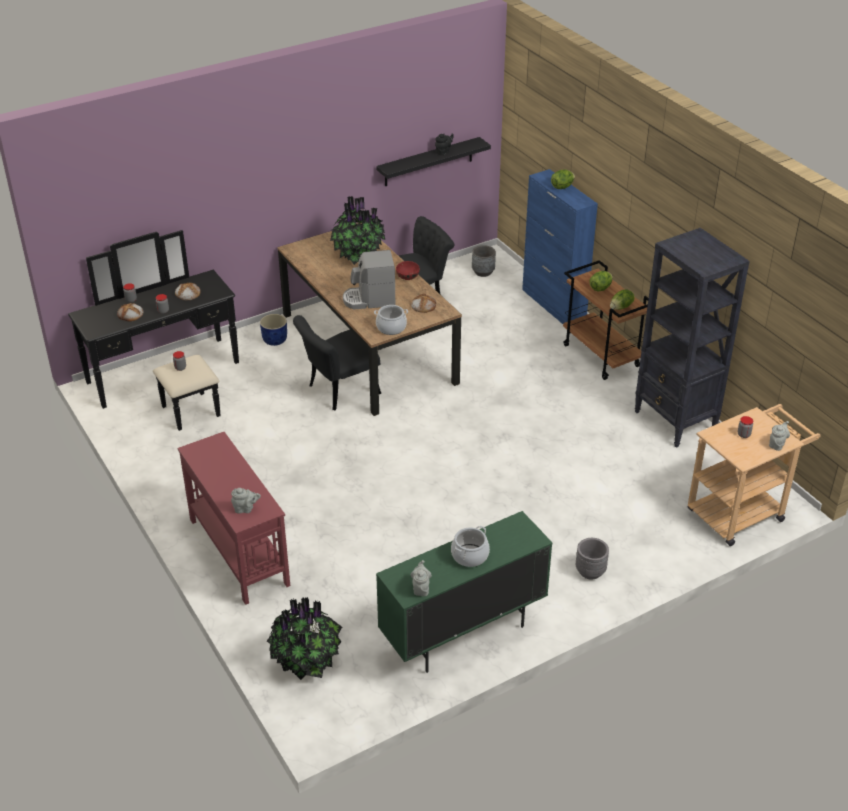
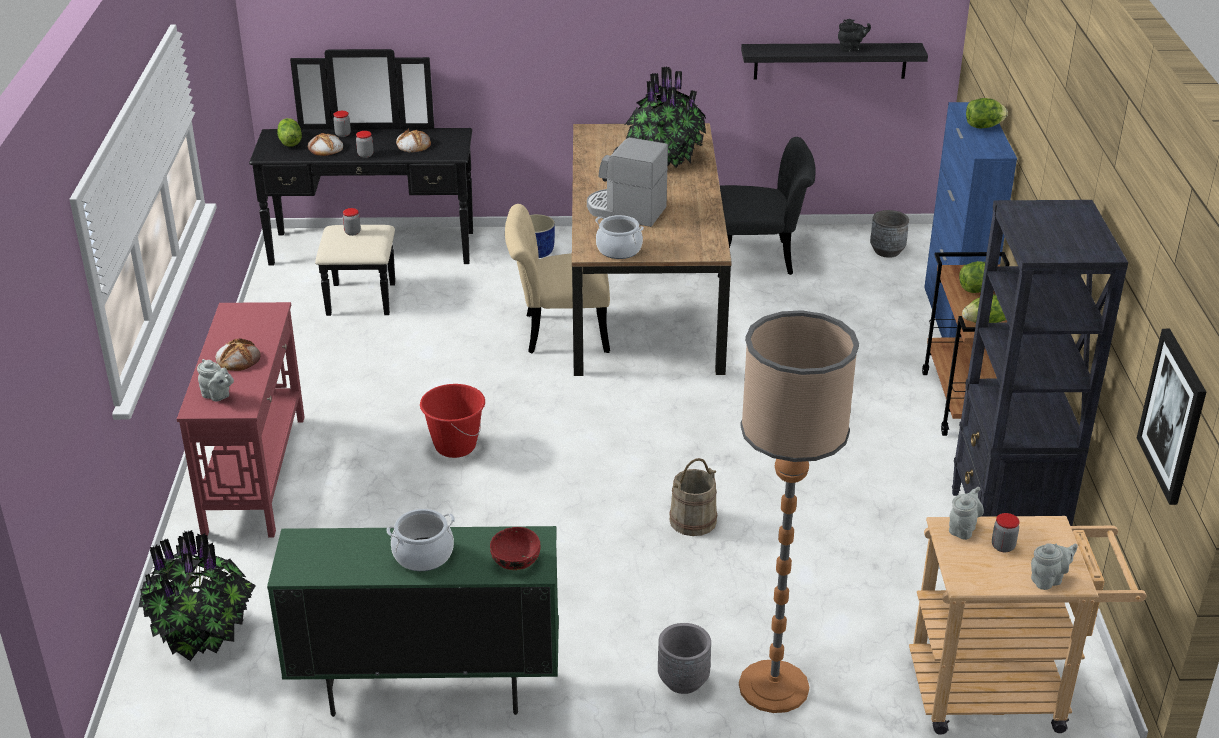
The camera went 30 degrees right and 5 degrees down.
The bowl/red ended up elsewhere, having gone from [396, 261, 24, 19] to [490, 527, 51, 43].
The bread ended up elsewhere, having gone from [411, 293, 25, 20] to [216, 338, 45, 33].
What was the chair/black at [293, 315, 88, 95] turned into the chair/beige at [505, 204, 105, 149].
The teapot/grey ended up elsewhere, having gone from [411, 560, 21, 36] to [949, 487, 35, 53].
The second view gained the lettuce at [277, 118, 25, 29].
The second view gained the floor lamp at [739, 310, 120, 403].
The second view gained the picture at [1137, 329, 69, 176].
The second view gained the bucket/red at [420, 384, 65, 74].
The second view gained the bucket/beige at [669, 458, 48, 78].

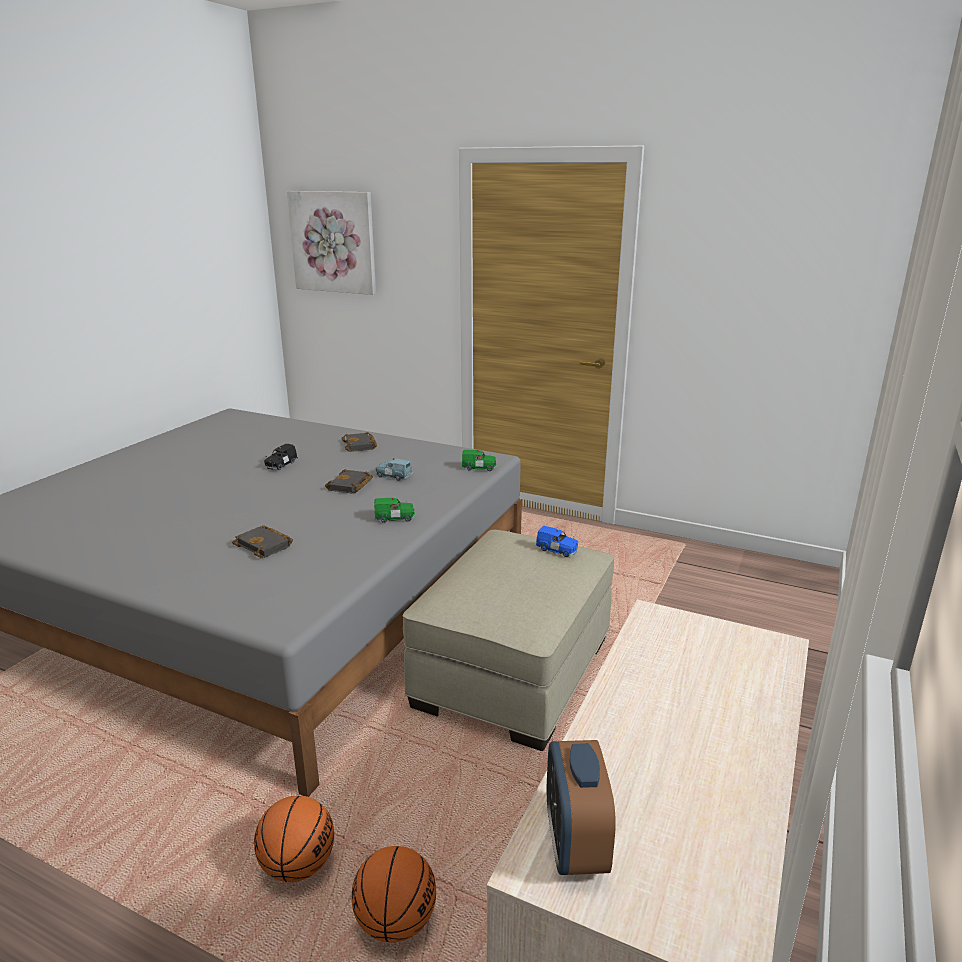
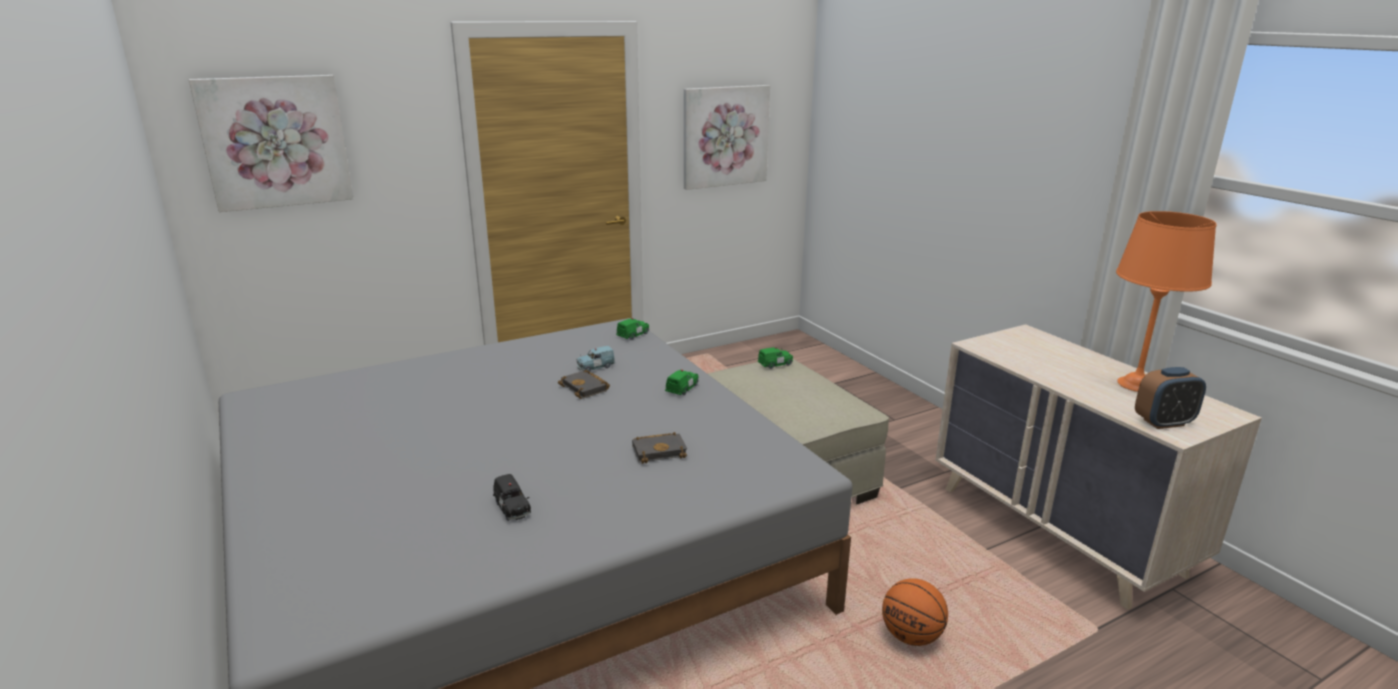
The camera went 55 degrees left and 0 degrees up.
The second view lost the book/black at [341, 432, 36, 20].
The toy car/black ended up elsewhere, having gone from [264, 444, 34, 26] to [493, 474, 38, 47].
What was the toy car/blue at [536, 526, 42, 31] turned into the toy car/green at [758, 347, 35, 22].
The alarm clock at [547, 740, 69, 135] ended up facing another way, 45 degrees counterclockwise from before.
The second view lost the basketball at [351, 846, 85, 96].
The second view gained the picture at [684, 85, 86, 105].
The second view gained the table lamp/orange at [1116, 211, 100, 181].

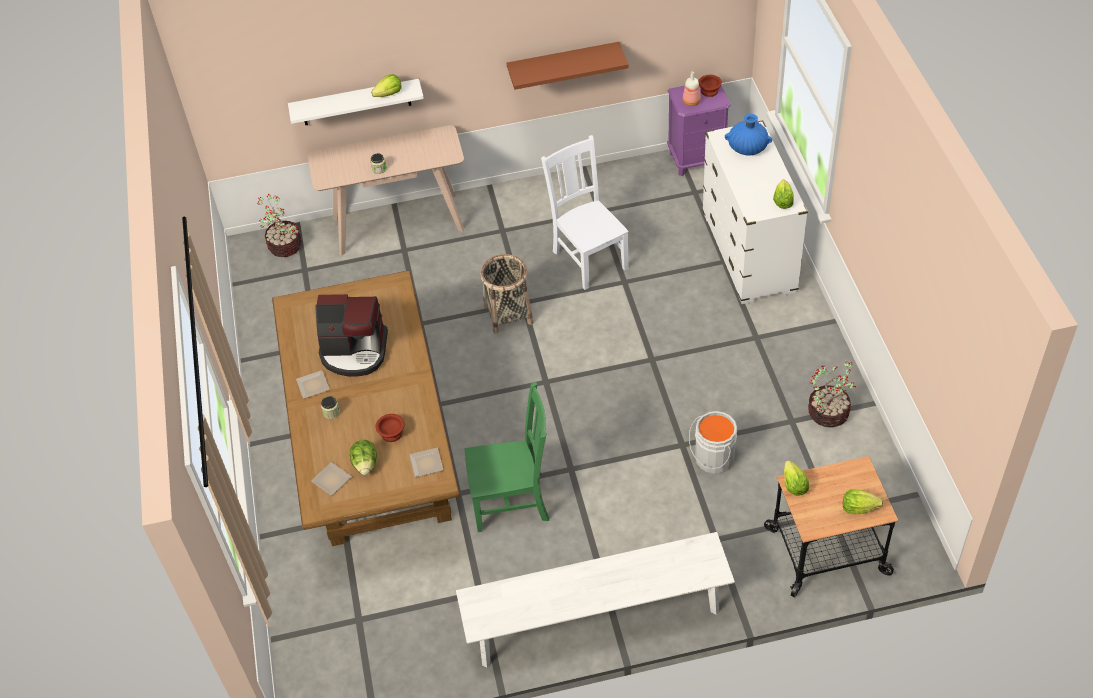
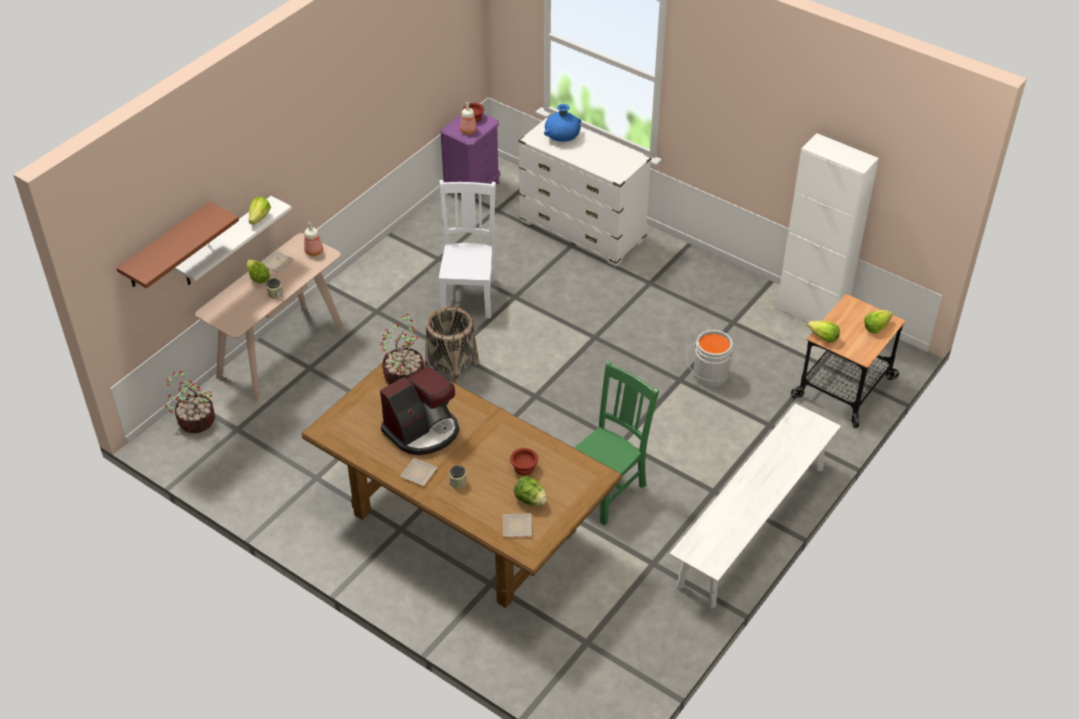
The camera went 45 degrees left and 5 degrees down.
The shelf/brown ended up elsewhere, having gone from [507, 42, 121, 48] to [117, 202, 122, 87].
The chair/white at [541, 135, 88, 155] ended up facing another way, 75 degrees clockwise from before.
The lettuce ended up elsewhere, having gone from [773, 180, 21, 29] to [247, 260, 23, 24].
The potted plant ended up elsewhere, having gone from [808, 361, 48, 66] to [380, 314, 45, 70].
The plate ended up elsewhere, having gone from [409, 448, 34, 29] to [261, 250, 33, 22].
The second view gained the cabinet/white at [776, 133, 103, 189].
The second view gained the bottle at [304, 222, 19, 34].

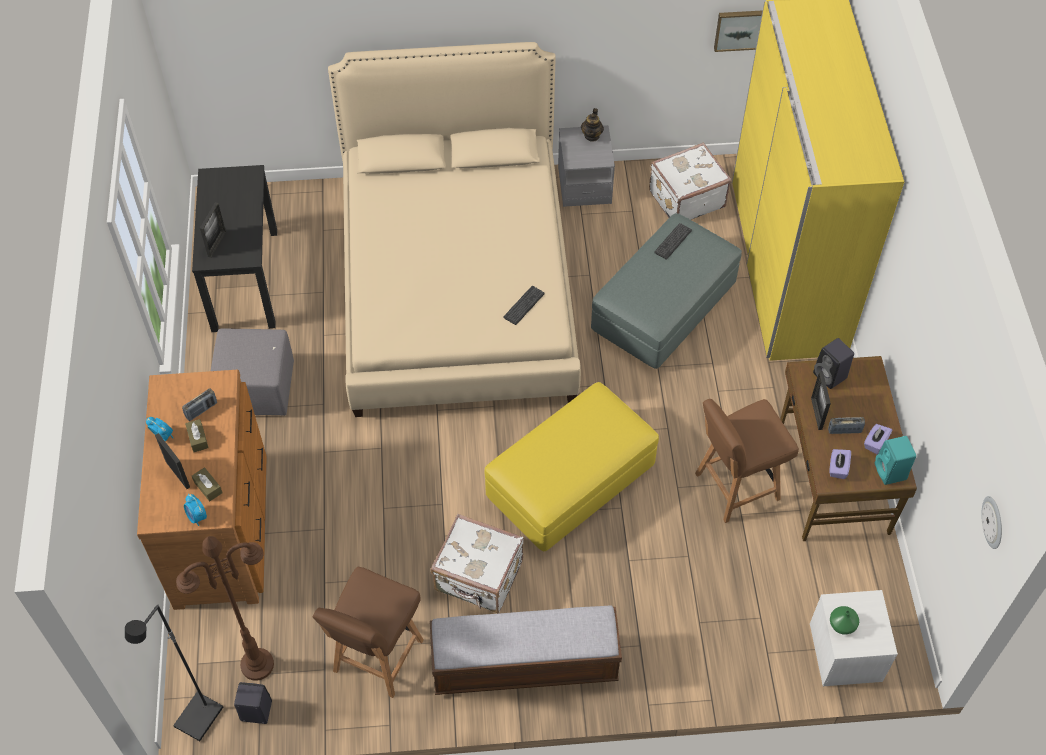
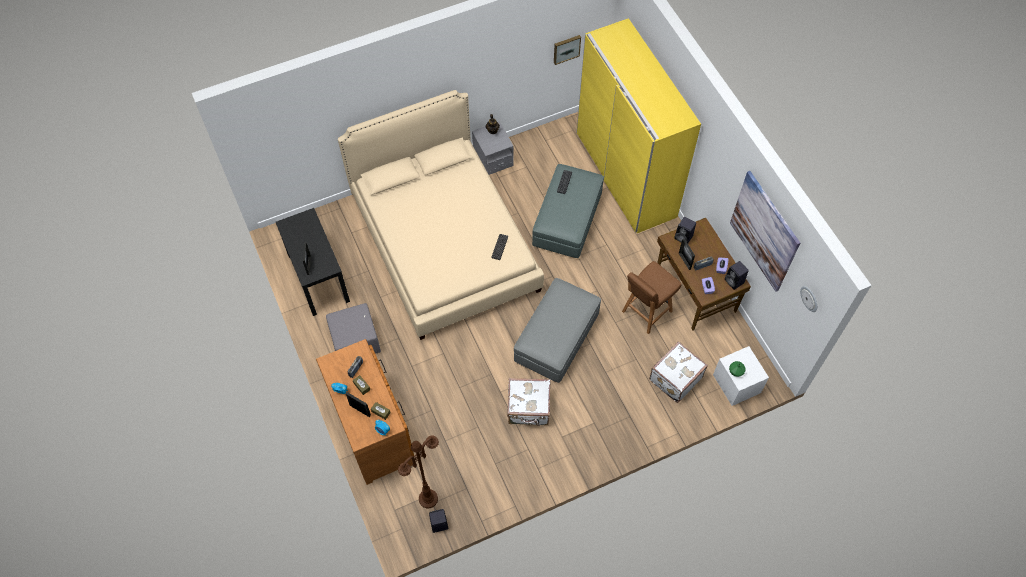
The camera went 20 degrees left and 5 degrees up.
The suitcase/white ended up elsewhere, having gone from [649, 142, 82, 78] to [649, 341, 59, 62].
What was the ottoman/yellow at [485, 382, 174, 169] turned into the ottoman/grey at [514, 278, 87, 105].
What was the speaker/turquoise at [875, 436, 41, 49] turned into the speaker/black at [725, 261, 24, 29].
The second view lost the chair/brown at [313, 567, 111, 131].
The second view lost the floor lamp/black at [125, 604, 98, 137].
The second view lost the bench at [430, 606, 192, 89].
The second view gained the picture at [730, 171, 70, 121].

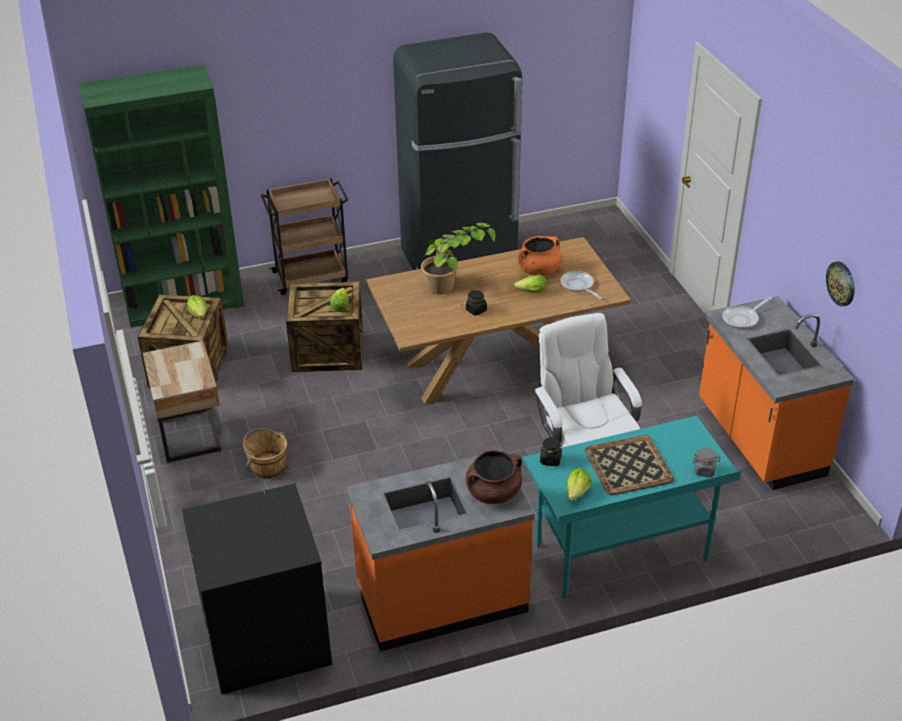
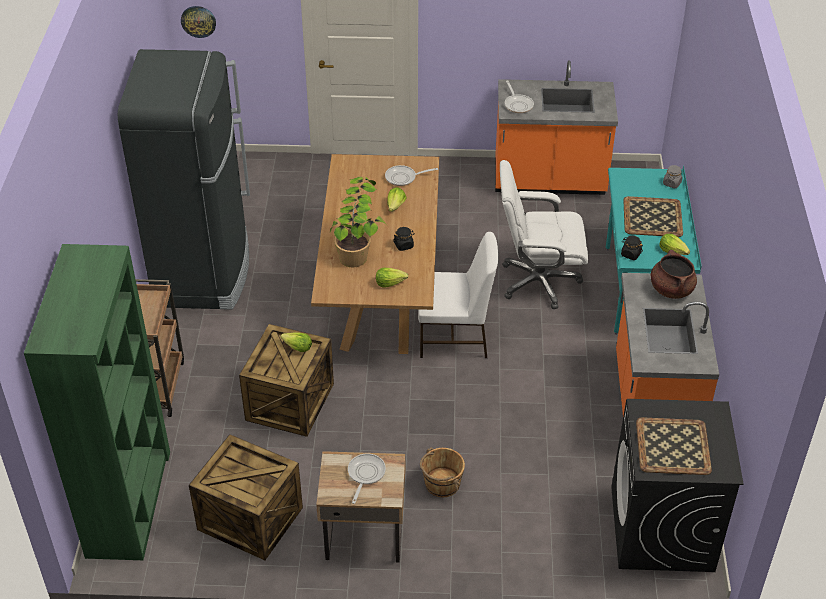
The camera went 70 degrees left and 5 degrees up.
The second view lost the cooking pot/orange at [517, 236, 45, 40].
The wall clock ended up elsewhere, having gone from [826, 261, 28, 45] to [181, 6, 35, 32].
The lettuce ended up elsewhere, having gone from [187, 295, 20, 23] to [376, 268, 32, 19].
The second view gained the chair/white at [418, 232, 80, 126].
The second view gained the tray at [636, 417, 76, 58].
The second view gained the frying pan at [348, 454, 38, 50].

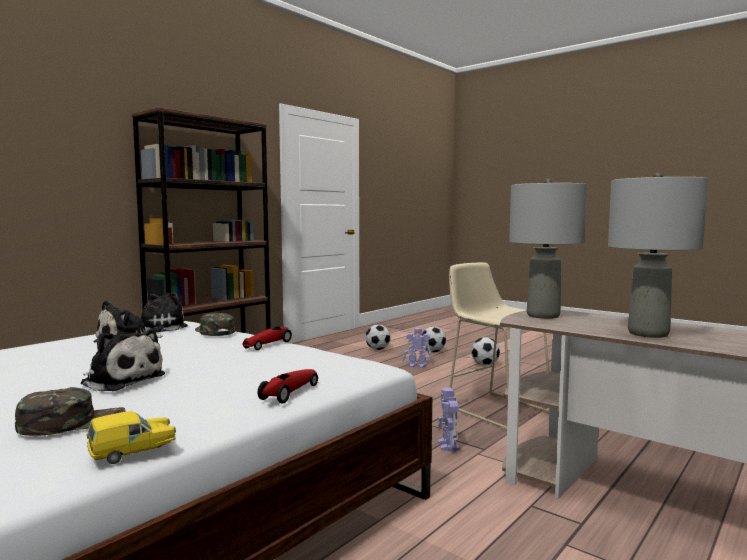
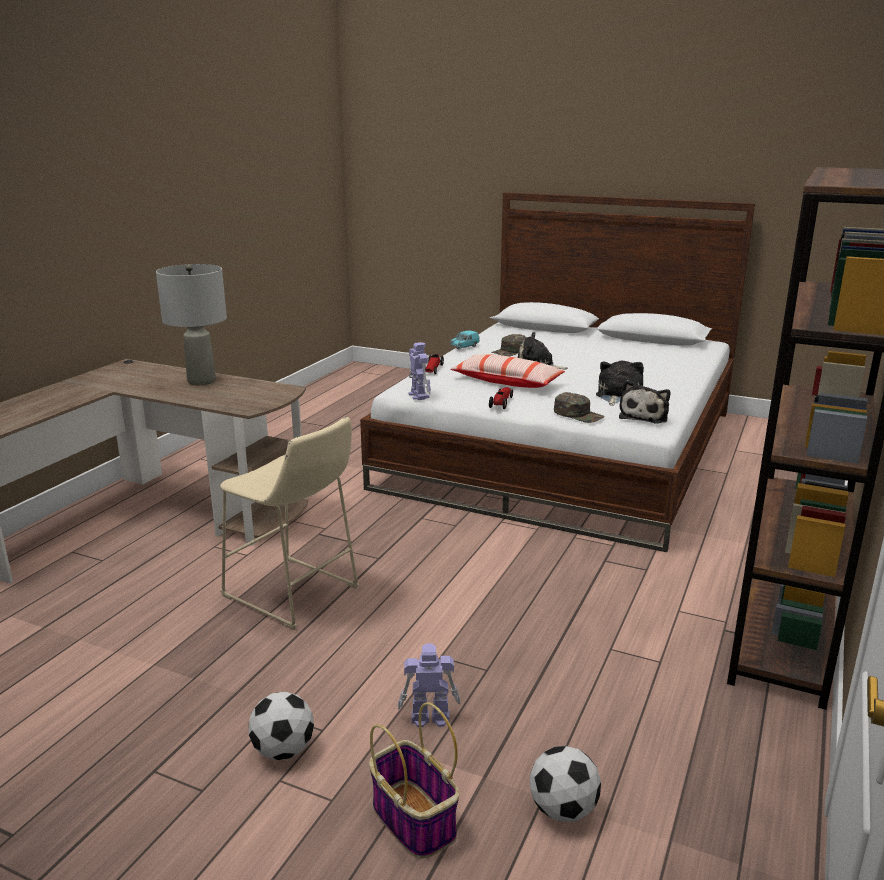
The camera went 165 degrees right and 15 degrees up.
The second view lost the table lamp/grey at [509, 179, 78, 140].
Where the football stood at [422, 326, 24, 26], the basket came to stand at [369, 702, 90, 157].
The toy robot ended up elsewhere, having gone from [438, 388, 22, 64] to [408, 342, 23, 58].
What was the toy car/yellow at [87, 411, 89, 53] turned into the toy car/turquoise at [450, 331, 30, 18].
The second view gained the pillow at [450, 354, 115, 34].

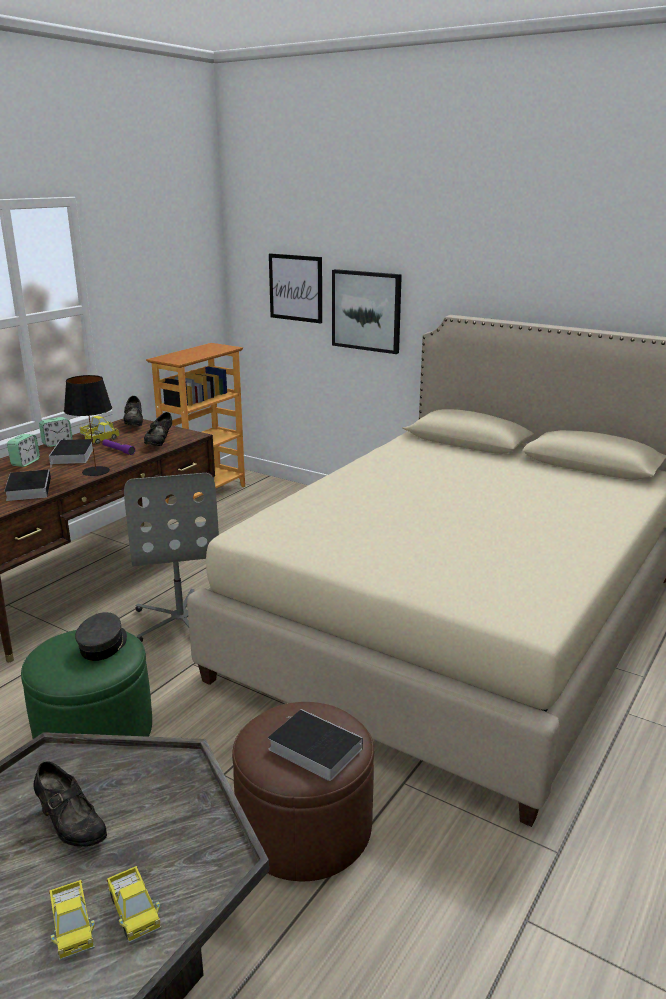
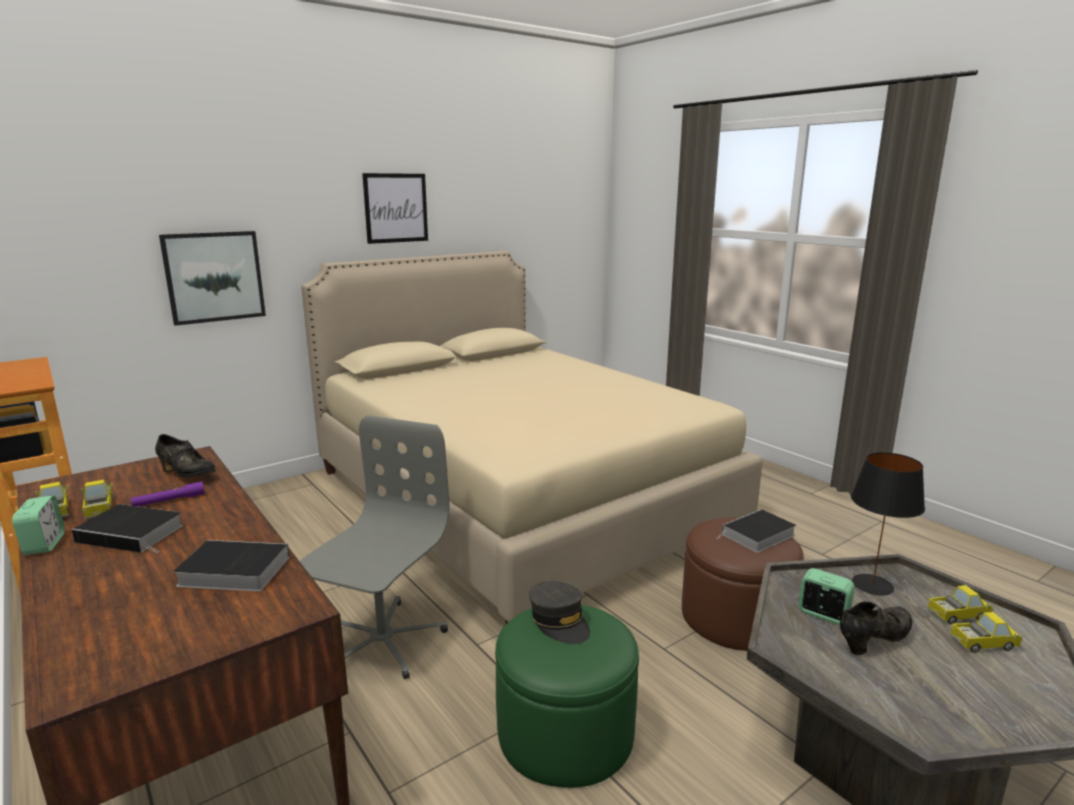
The camera went 70 degrees left and 5 degrees down.
The picture ended up elsewhere, having gone from [269, 253, 53, 70] to [362, 173, 66, 71].
The table lamp/black ended up elsewhere, having gone from [64, 375, 48, 101] to [851, 452, 74, 143].
The second view lost the shoe/black at [123, 396, 20, 30].
The alarm clock ended up elsewhere, having gone from [7, 434, 33, 33] to [798, 568, 57, 57].
The office chair/grey at [124, 473, 95, 169] ended up facing another way, 75 degrees counterclockwise from before.
The cap/grey at [75, 612, 52, 49] ended up facing another way, 150 degrees counterclockwise from before.

